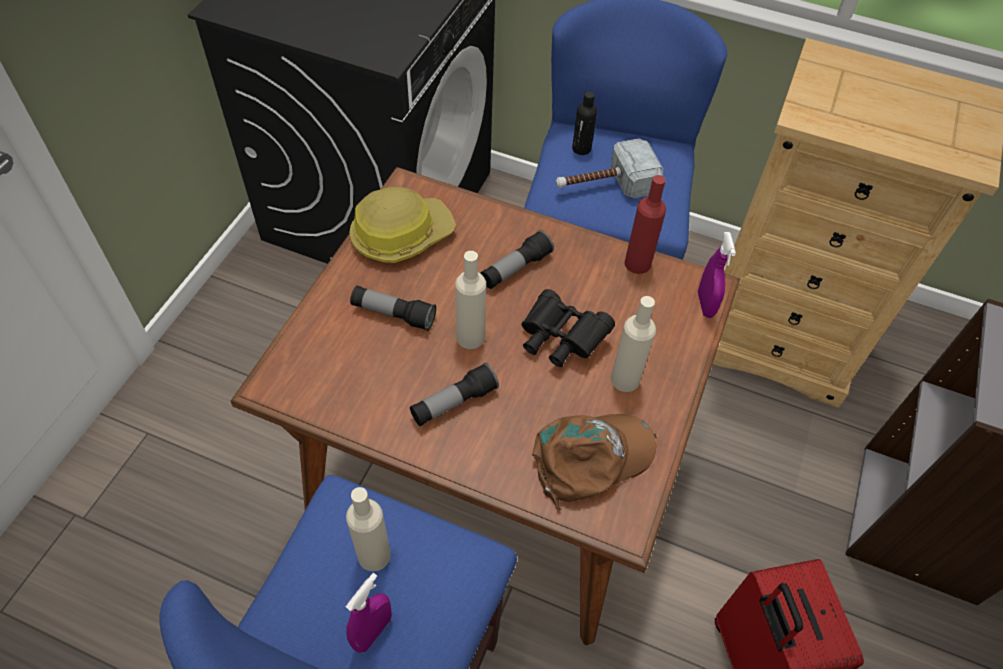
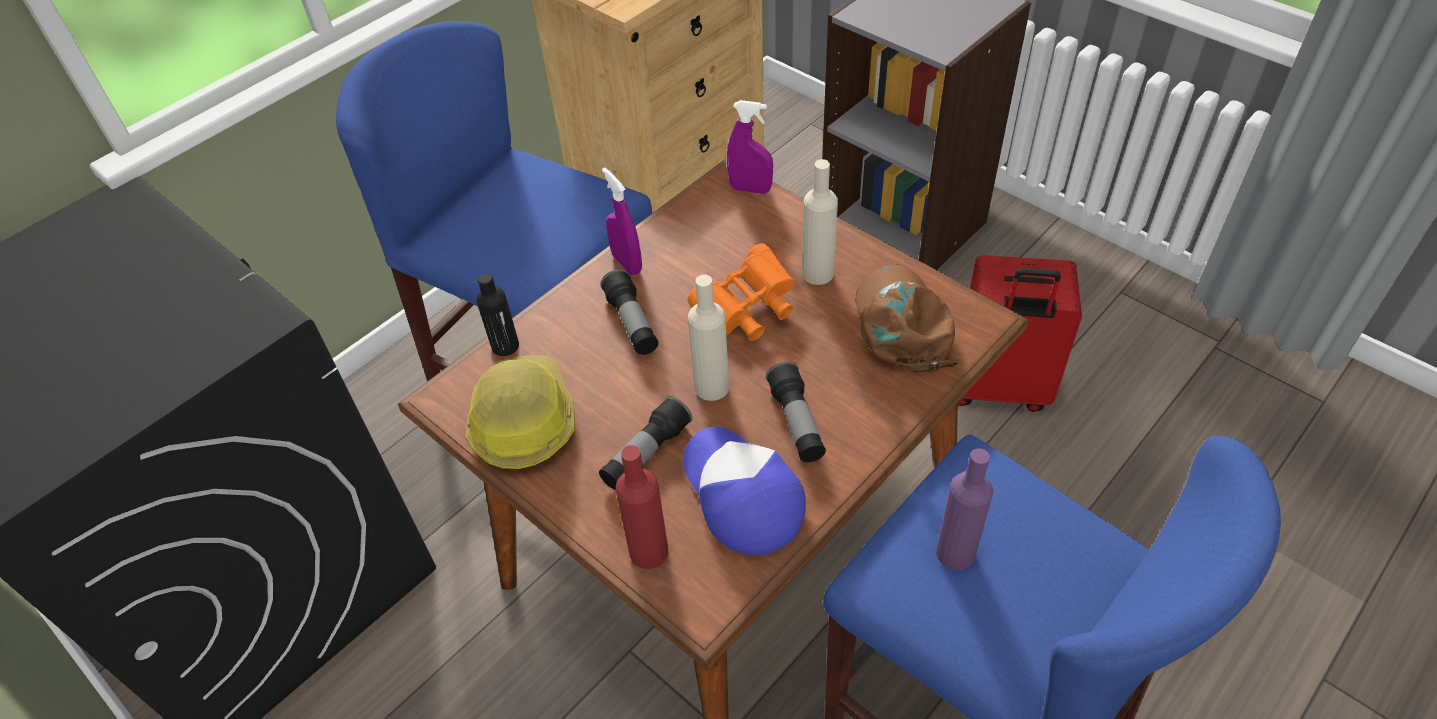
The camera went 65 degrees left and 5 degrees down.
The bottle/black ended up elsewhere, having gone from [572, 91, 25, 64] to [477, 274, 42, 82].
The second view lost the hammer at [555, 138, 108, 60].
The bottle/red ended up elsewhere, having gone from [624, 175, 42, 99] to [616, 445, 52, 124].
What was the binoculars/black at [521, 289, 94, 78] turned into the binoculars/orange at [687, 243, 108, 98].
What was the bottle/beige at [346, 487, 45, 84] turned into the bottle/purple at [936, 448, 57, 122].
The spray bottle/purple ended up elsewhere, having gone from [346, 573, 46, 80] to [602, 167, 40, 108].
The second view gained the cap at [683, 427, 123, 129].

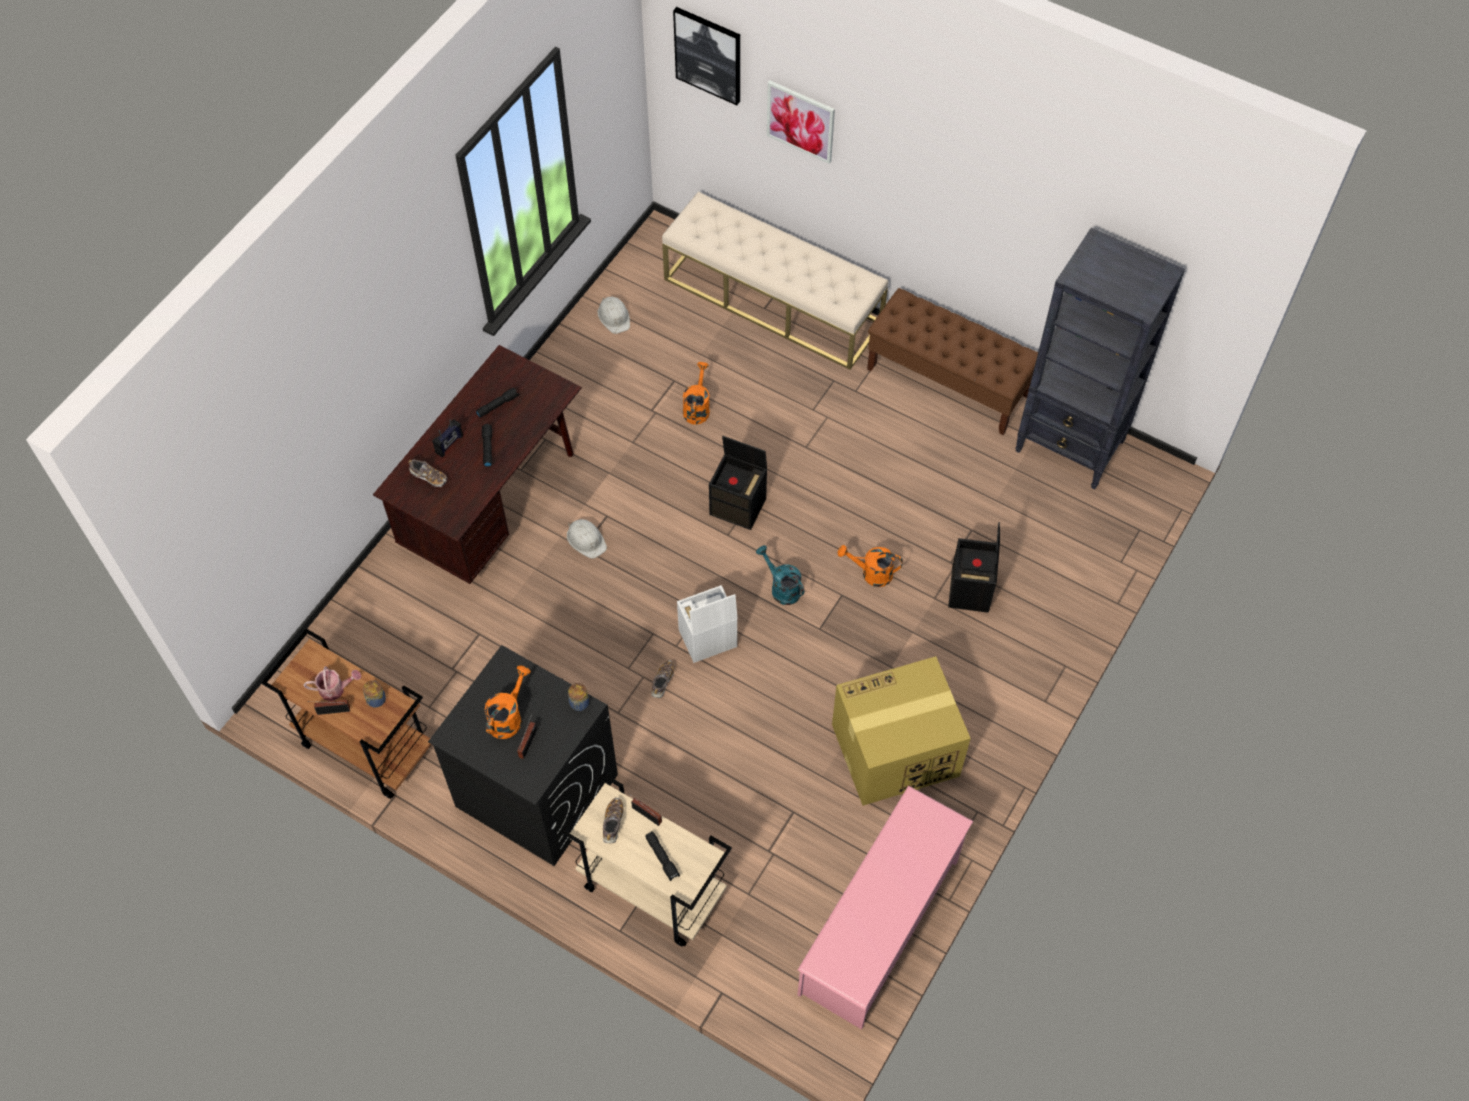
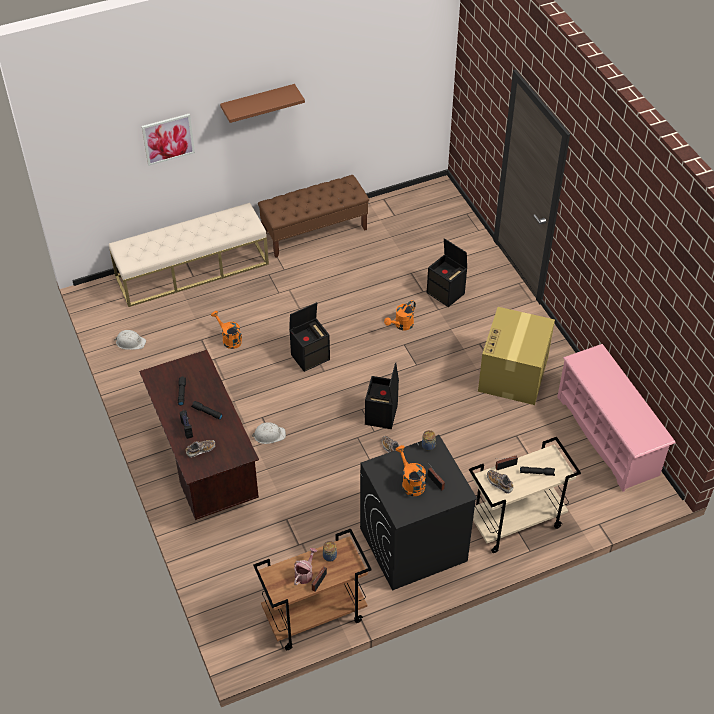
The camera went 55 degrees left and 10 degrees down.
The second view lost the picture at [673, 7, 67, 98].
The second view lost the bookcase/black at [1015, 227, 170, 263].
The second view lost the watering can/turquoise at [756, 545, 49, 60].
What was the storage box/white at [677, 585, 61, 78] turned into the storage box/black at [365, 362, 34, 67].
The second view gained the shelf/brown at [220, 84, 85, 39].

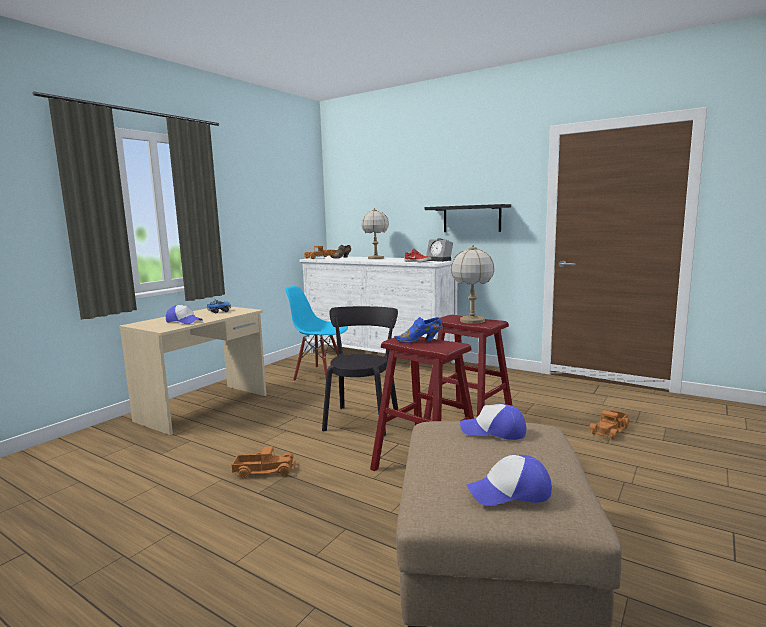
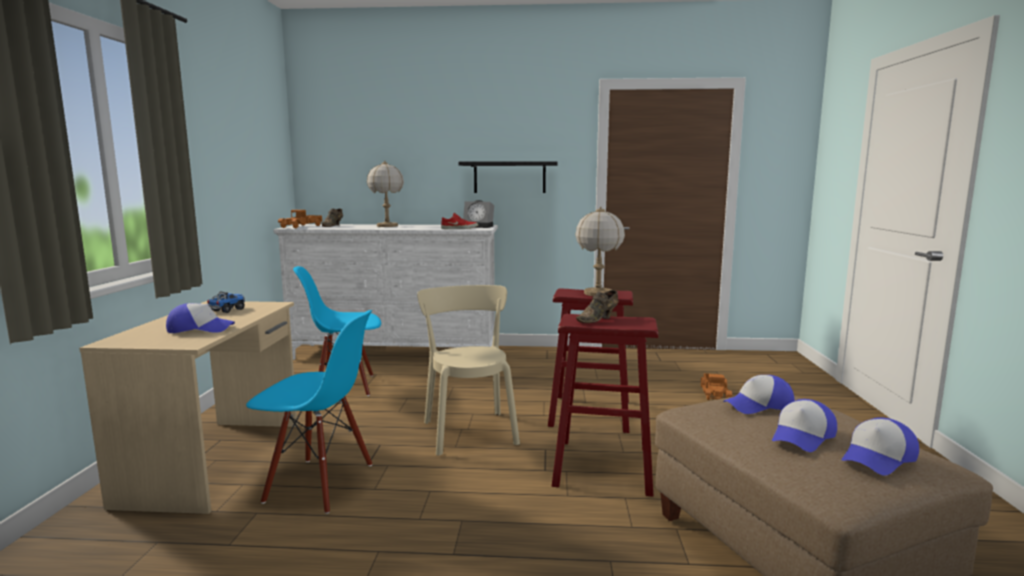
The camera went 30 degrees left and 0 degrees up.
What was the chair/black at [322, 306, 76, 130] turned into the chair/beige at [417, 285, 103, 171].
What was the shoe/blue at [394, 317, 48, 26] turned into the shoe/brown at [576, 290, 43, 33].
The second view lost the toy truck at [232, 446, 64, 32].
The second view gained the chair/blue at [246, 310, 126, 204].
The second view gained the cap at [772, 399, 65, 53].

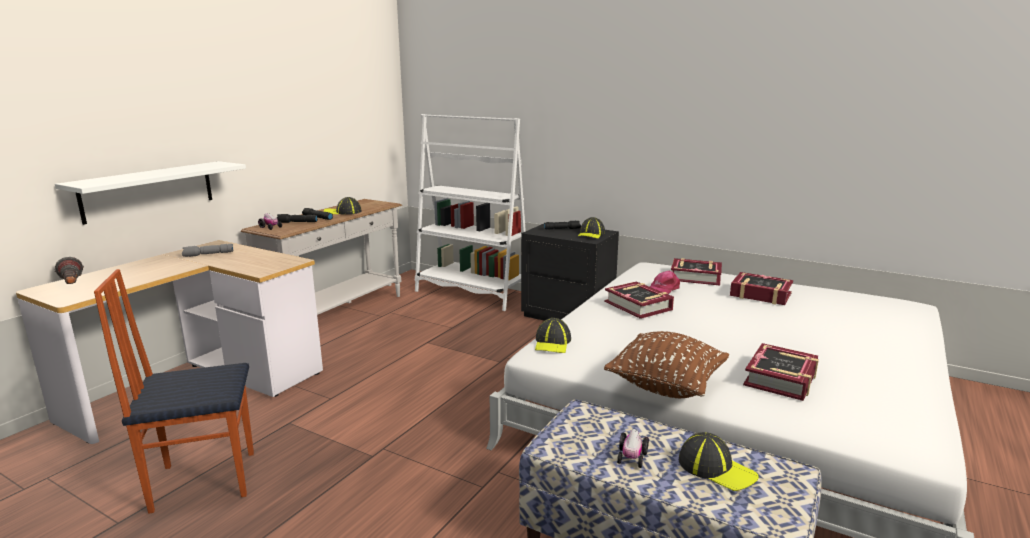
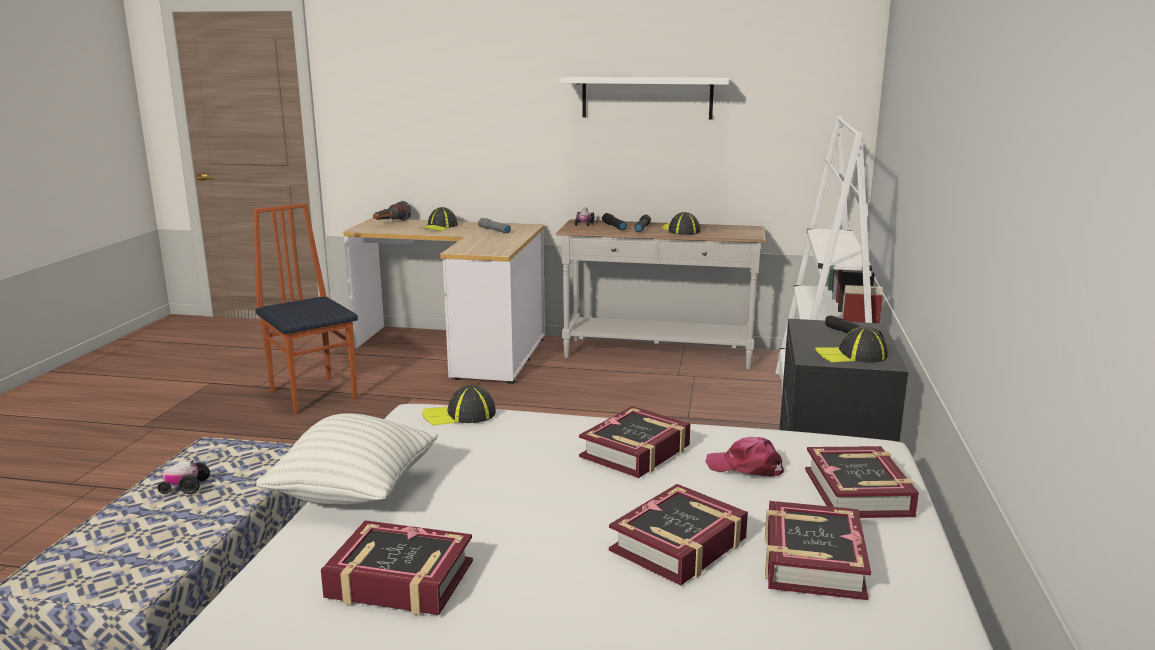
The camera went 70 degrees right and 0 degrees up.
The shelf/white ended up elsewhere, having gone from [55, 161, 191, 64] to [559, 77, 171, 42].
What was the pillow/brown at [604, 331, 125, 67] turned into the pillow/white at [256, 413, 182, 92].
The cap ended up elsewhere, having gone from [679, 432, 80, 59] to [420, 207, 38, 24].
The second view gained the book at [609, 484, 139, 102].

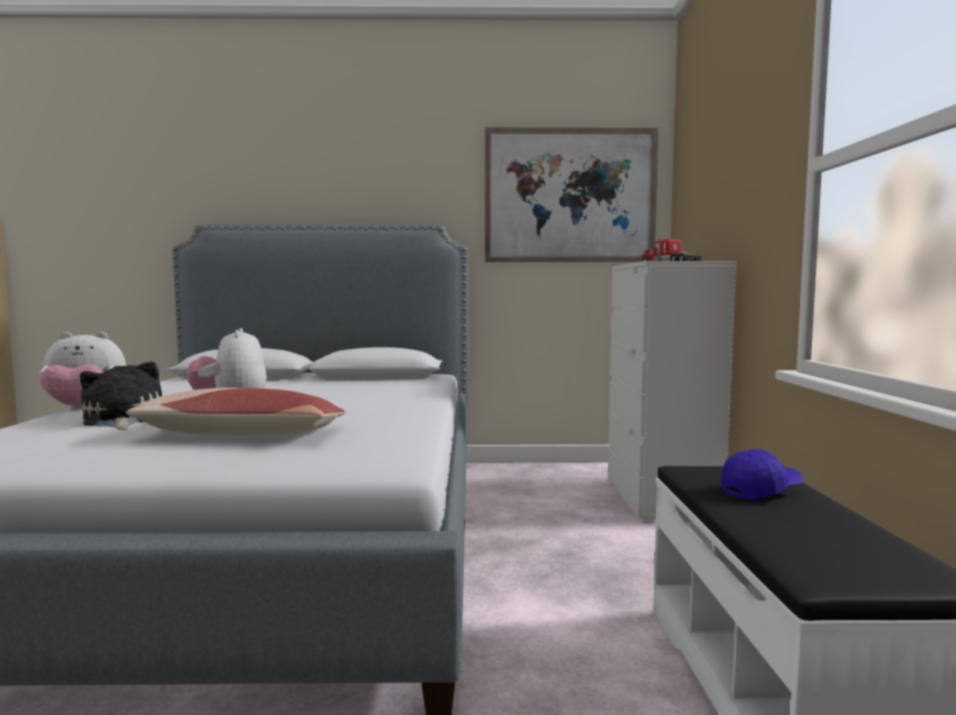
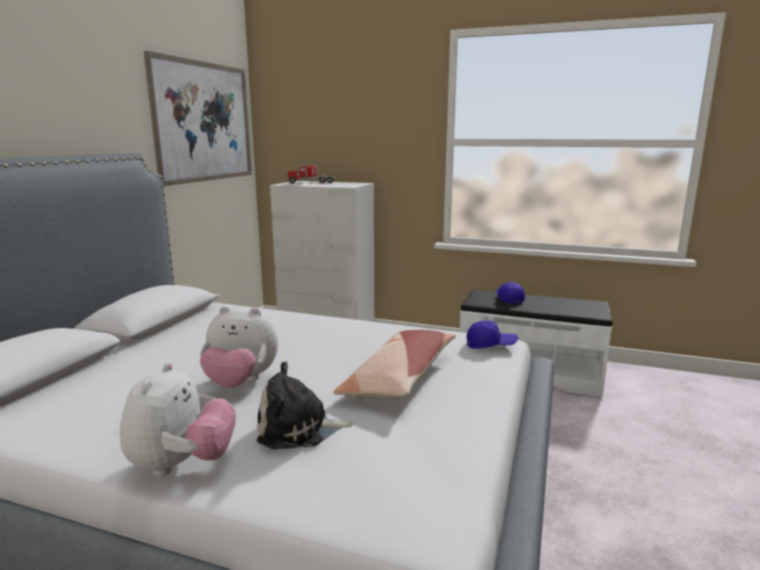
The camera went 70 degrees left and 10 degrees up.
The second view gained the cap/blue at [467, 320, 52, 29].

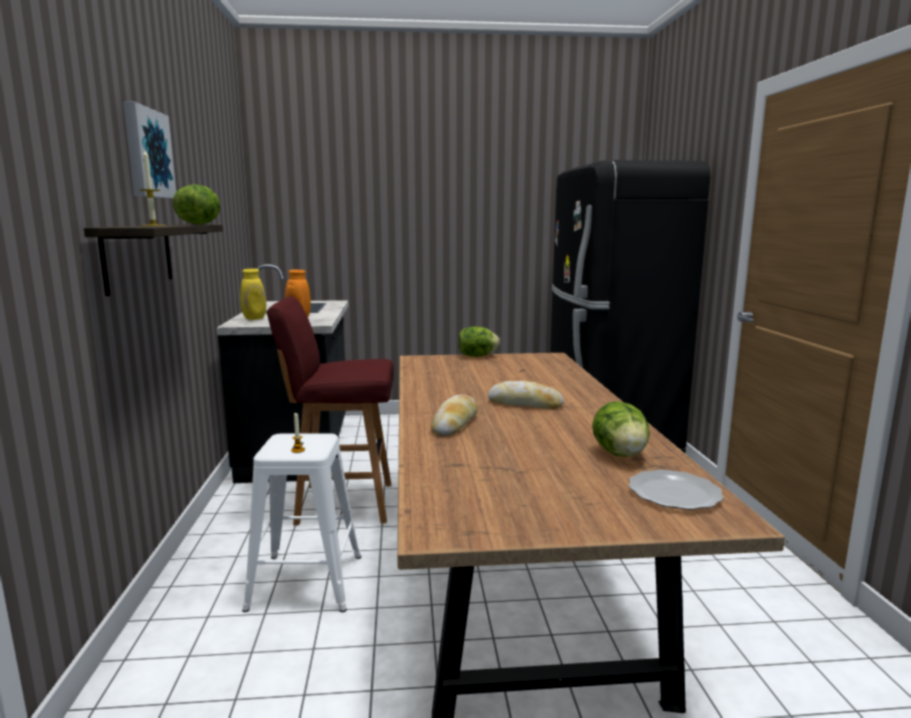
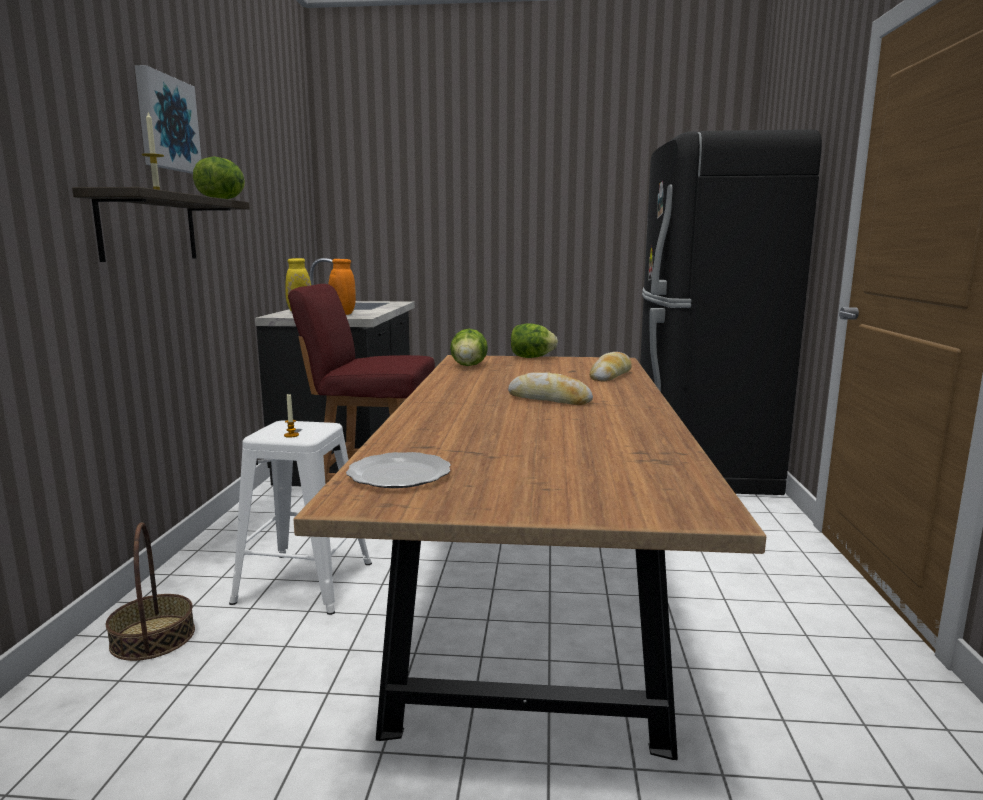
The camera went 10 degrees right and 0 degrees up.
The bread ended up elsewhere, having gone from [431, 395, 47, 41] to [590, 352, 42, 29].
The lettuce ended up elsewhere, having gone from [592, 401, 58, 56] to [450, 329, 38, 37].
The plate ended up elsewhere, having gone from [629, 470, 94, 40] to [346, 452, 105, 36].
The second view gained the basket at [106, 523, 89, 138].

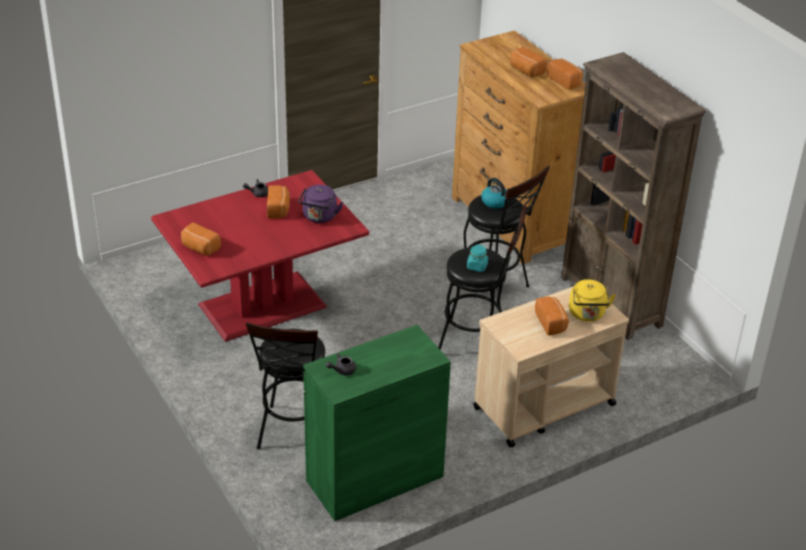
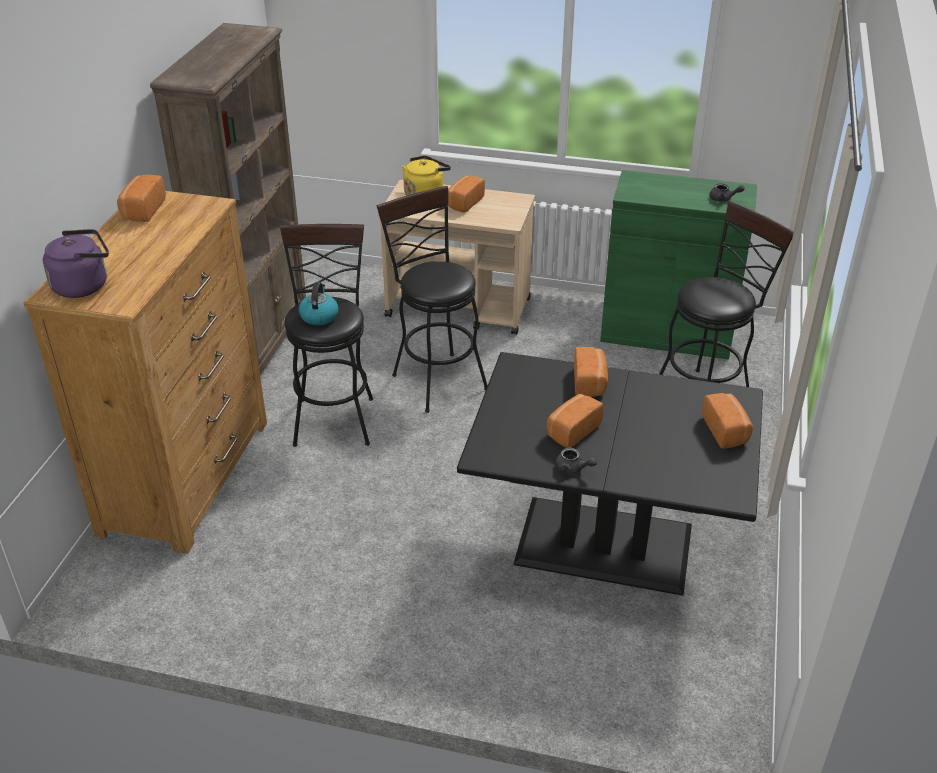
The camera went 135 degrees left and 0 degrees up.
The bread ended up elsewhere, having gone from [510, 47, 37, 30] to [574, 347, 34, 50].
What was the dining table/red at [151, 170, 218, 172] turned into the dining table/black at [457, 352, 306, 243].
The kettle/purple ended up elsewhere, having gone from [298, 185, 46, 38] to [43, 229, 66, 69].
The second view lost the jar/turquoise at [467, 244, 21, 28].

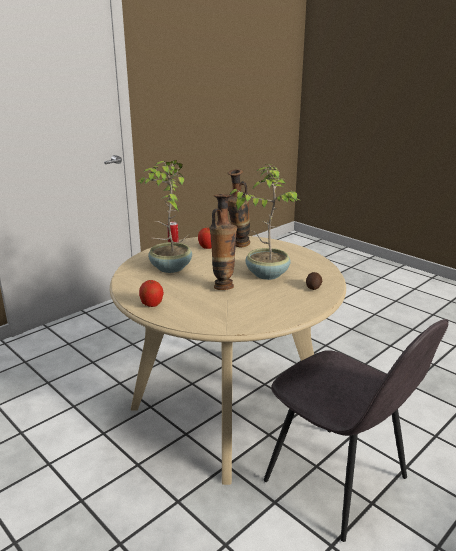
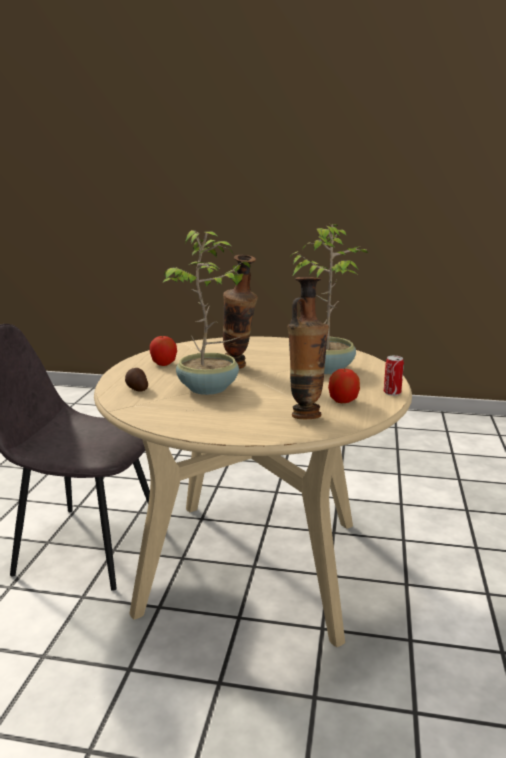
The camera went 145 degrees right and 5 degrees down.
The apple ended up elsewhere, having gone from [139, 280, 25, 27] to [150, 335, 27, 31].

